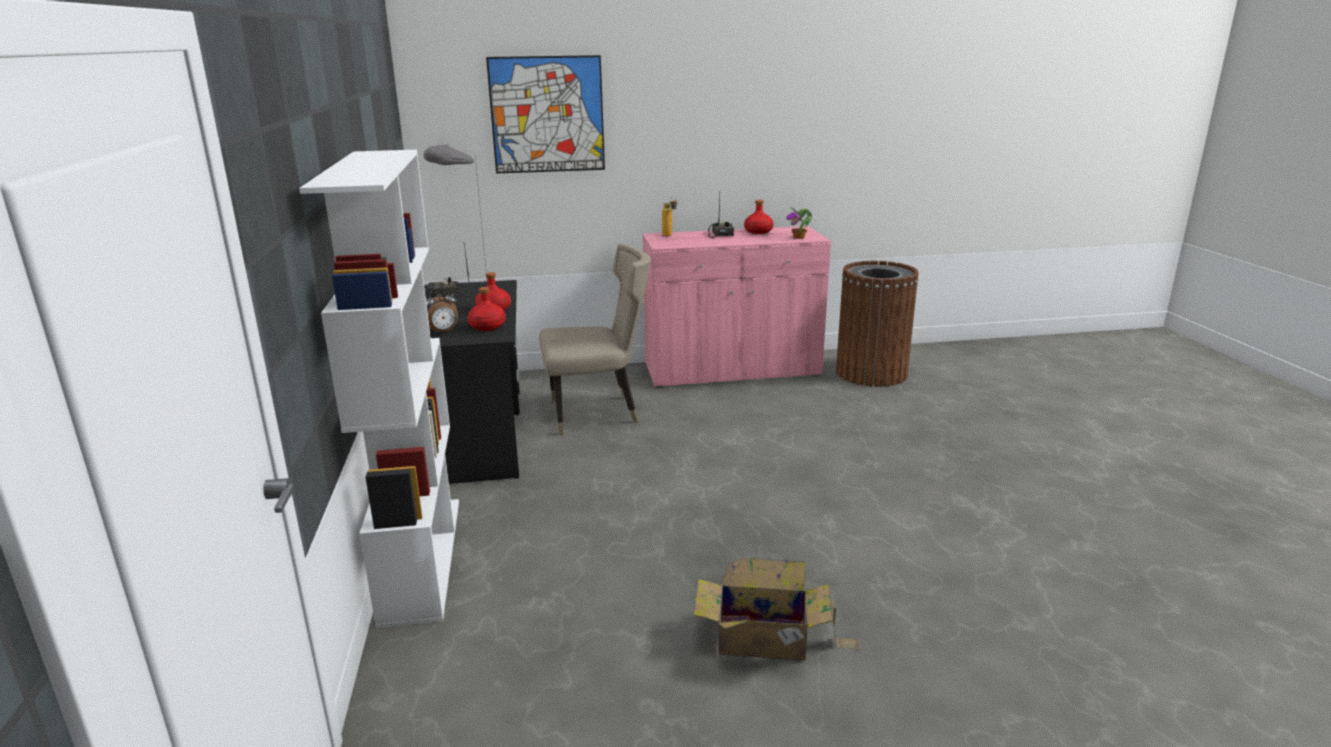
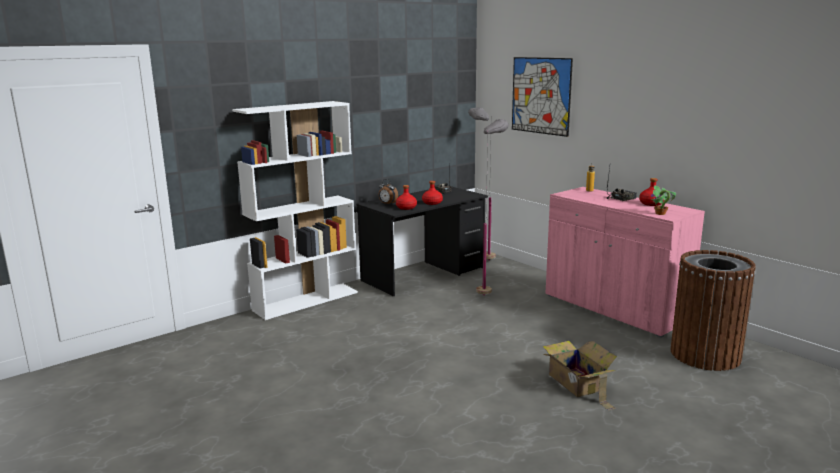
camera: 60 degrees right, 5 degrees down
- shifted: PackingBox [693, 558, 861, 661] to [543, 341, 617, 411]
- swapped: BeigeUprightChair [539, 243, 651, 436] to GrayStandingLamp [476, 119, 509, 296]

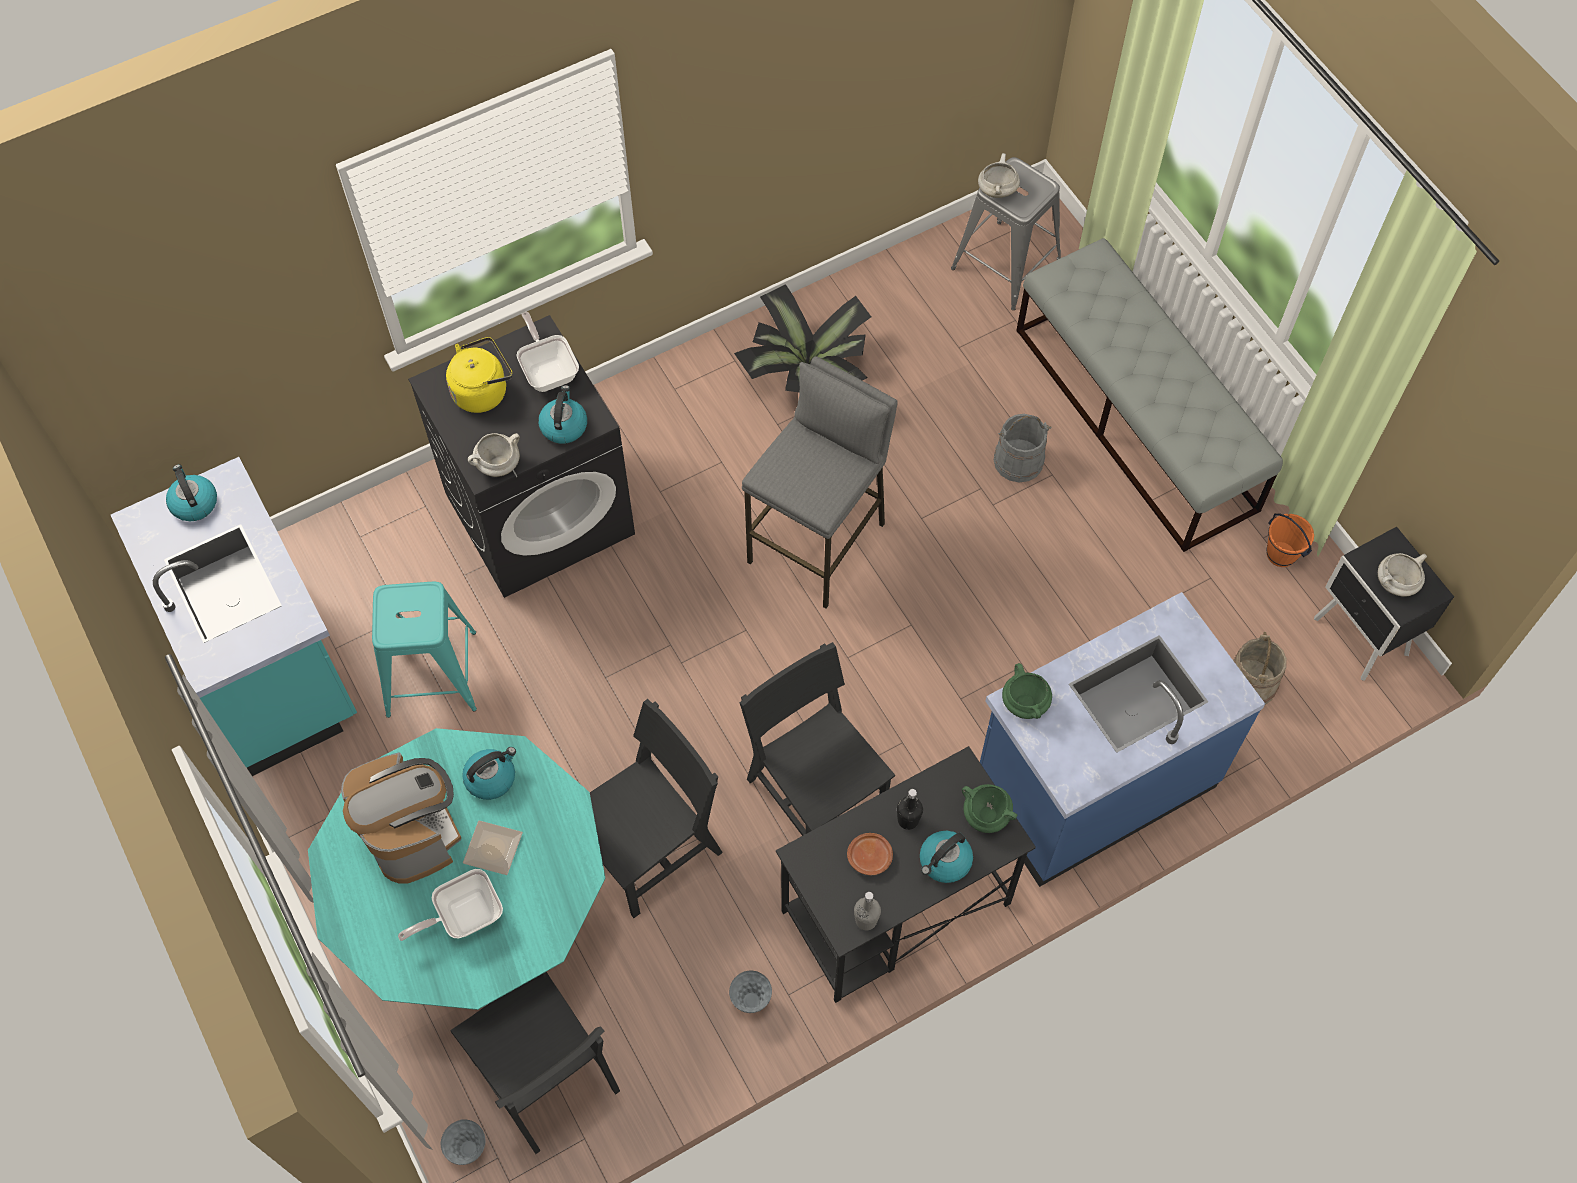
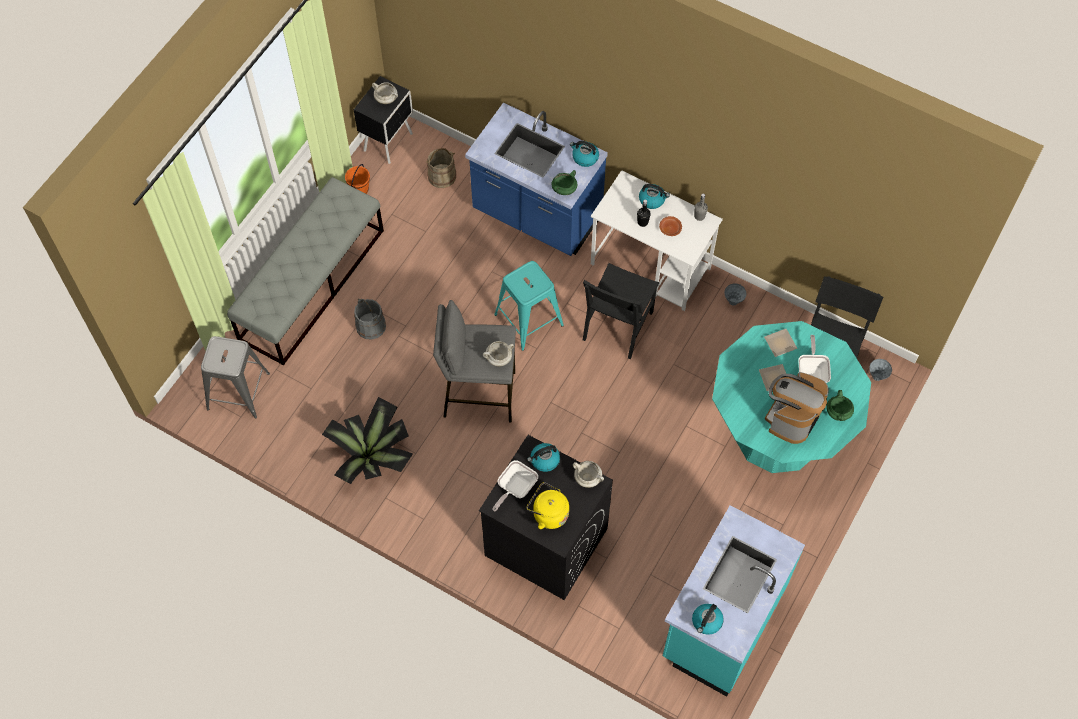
camera: 120 degrees left, 0 degrees up
- gone: BlackishUprightChair [590, 699, 723, 918]
- new: FlatDish [764, 329, 797, 357]
- shifted: BlueGreenStool [372, 582, 477, 718] to [494, 261, 564, 351]
- shifted: TeaKettle [462, 747, 516, 800] to [570, 141, 599, 167]
- shifted: GreenColouredCookingPot [962, 784, 1017, 833] to [826, 390, 854, 421]
- shifted: WhitishCookingPot [978, 153, 1020, 198] to [483, 341, 514, 367]
- repainted: BlackishDeskTable [776, 746, 1036, 1003] to WhitishDeskTable [591, 170, 723, 311]
- rotated: Skillet [398, 869, 503, 941] = [798, 335, 831, 383] 120 degrees counterclockwise

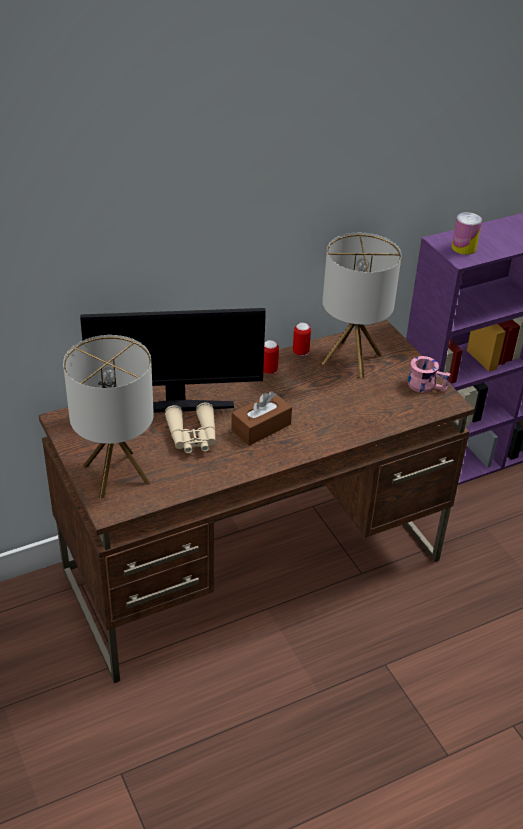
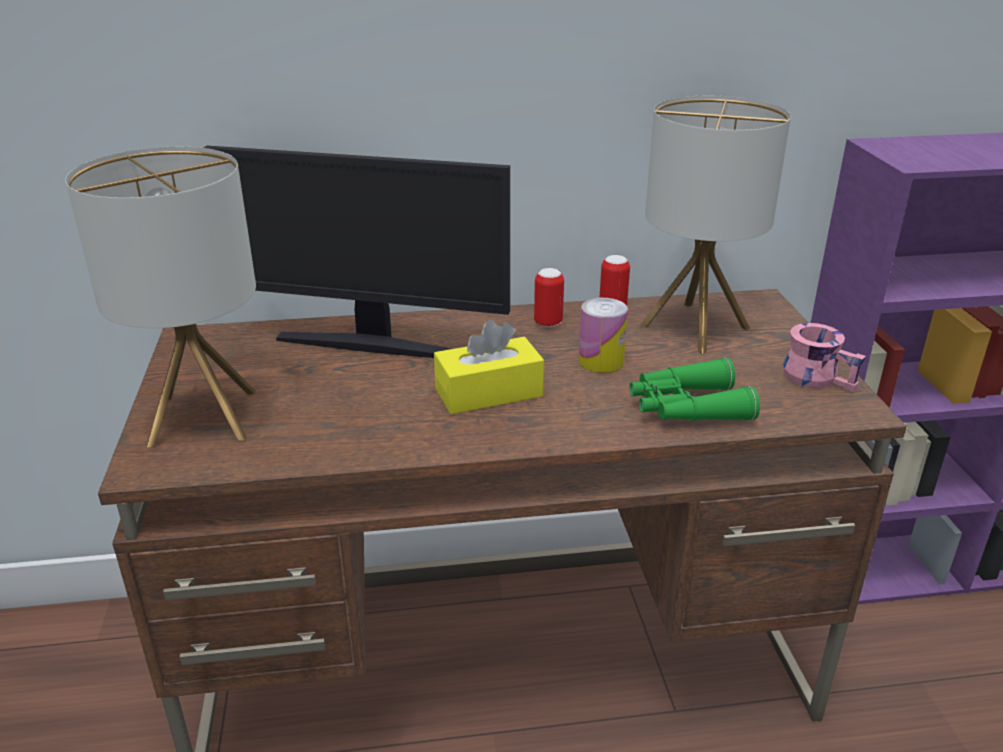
camera: 20 degrees right, 10 degrees down
- gone: BeigePairOfBinoculars [164, 403, 216, 453]
- new: GreenColouredPairOfBinoculars [630, 358, 760, 421]
- shifted: SealedCan [452, 212, 482, 255] to [579, 298, 628, 373]
- repainted: BrownishBoxOfTissues [231, 391, 292, 446] to YellowBoxOfTissues [434, 320, 544, 414]

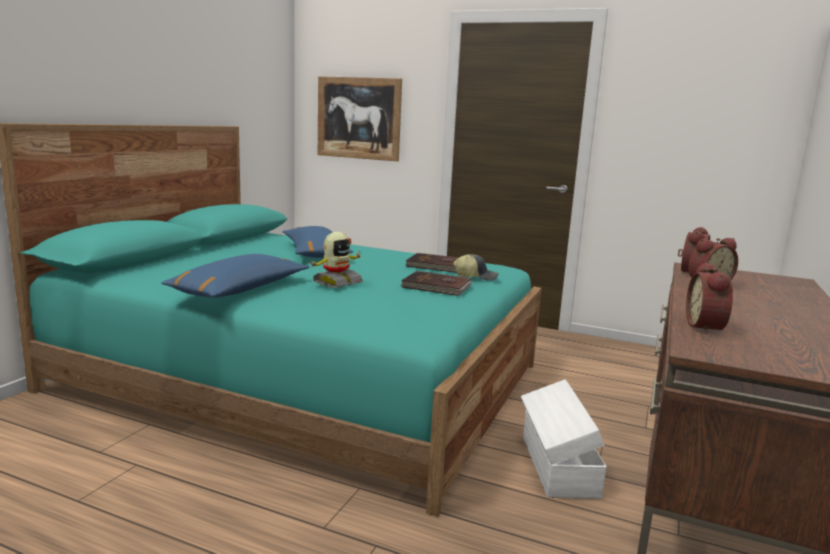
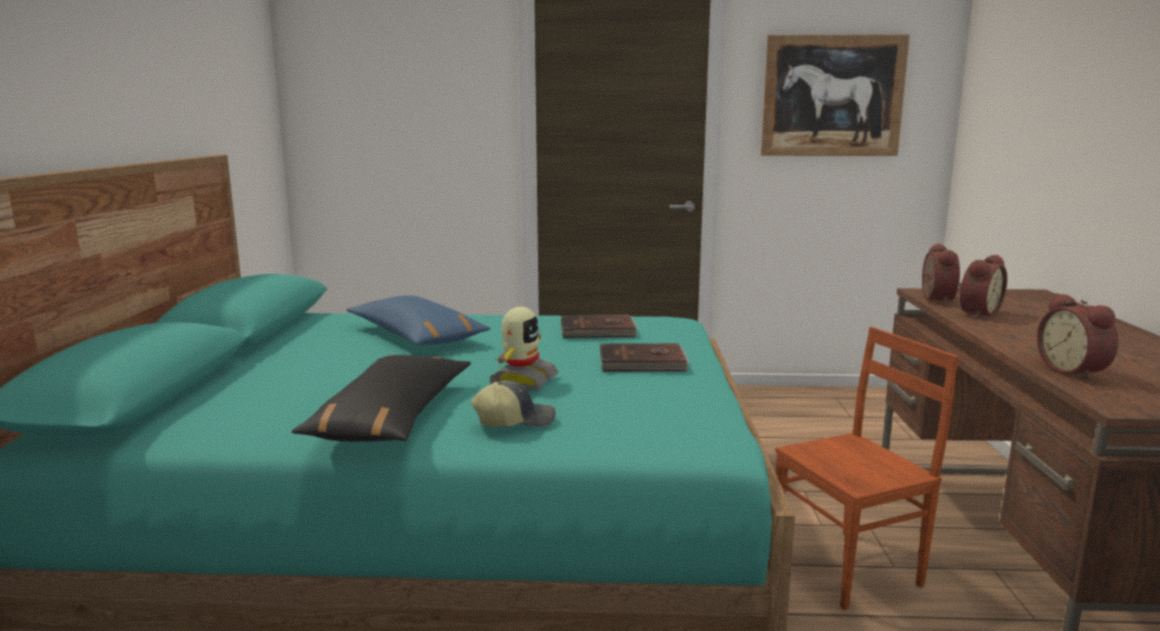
camera: 20 degrees left, 0 degrees up
- shifted: Picture [318, 76, 402, 161] to [761, 34, 910, 156]
- shifted: PeakedCap [454, 254, 499, 281] to [471, 380, 556, 427]
- swapped: WhitishStorageContainer [521, 379, 607, 499] to BrownishUprightChair [775, 327, 959, 610]
- repainted: BluishCushion [161, 254, 309, 297] to BlackishCushion [291, 355, 471, 442]

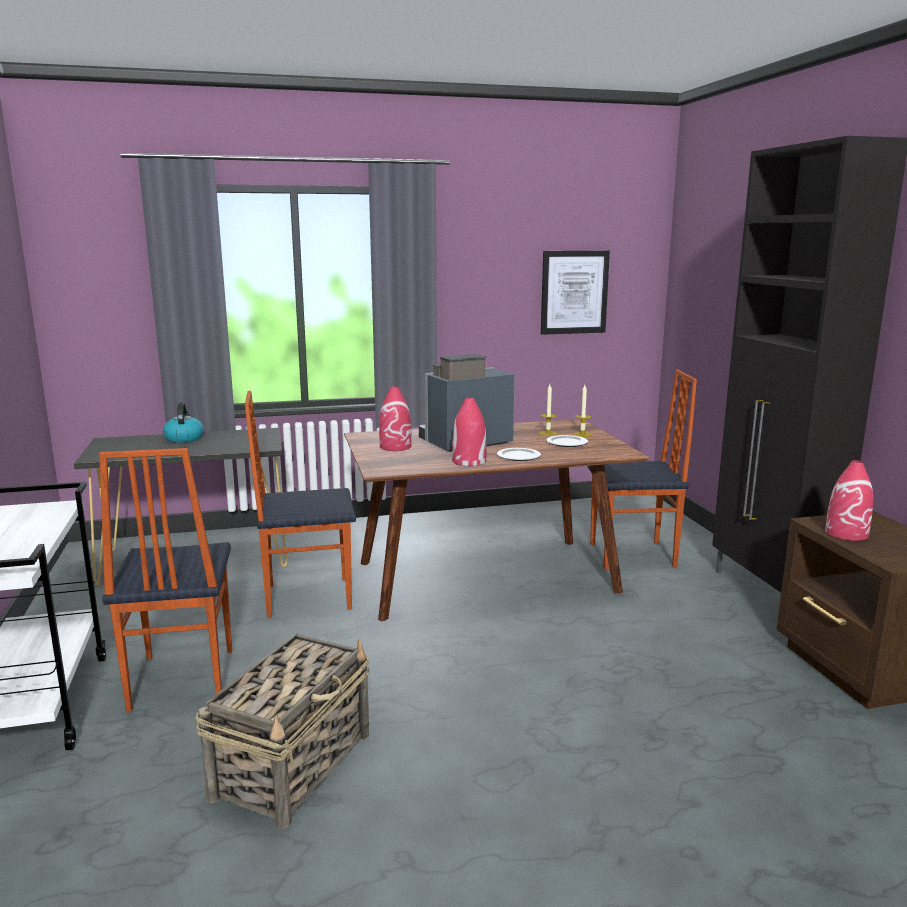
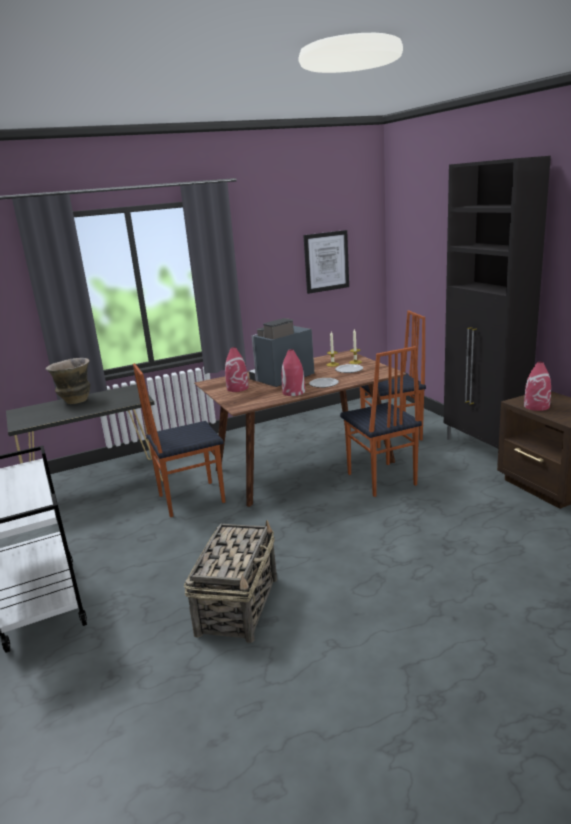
camera: 10 degrees left, 5 degrees up
- shifted: UprightChair [99, 448, 232, 712] to [340, 346, 422, 497]
- swapped: TeaKettle [163, 402, 204, 443] to FlowerVase [46, 358, 90, 404]

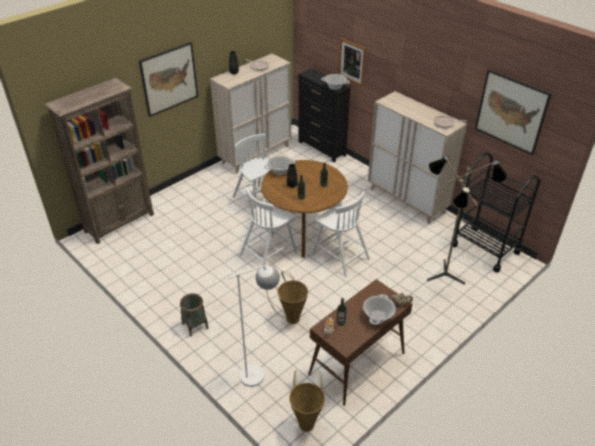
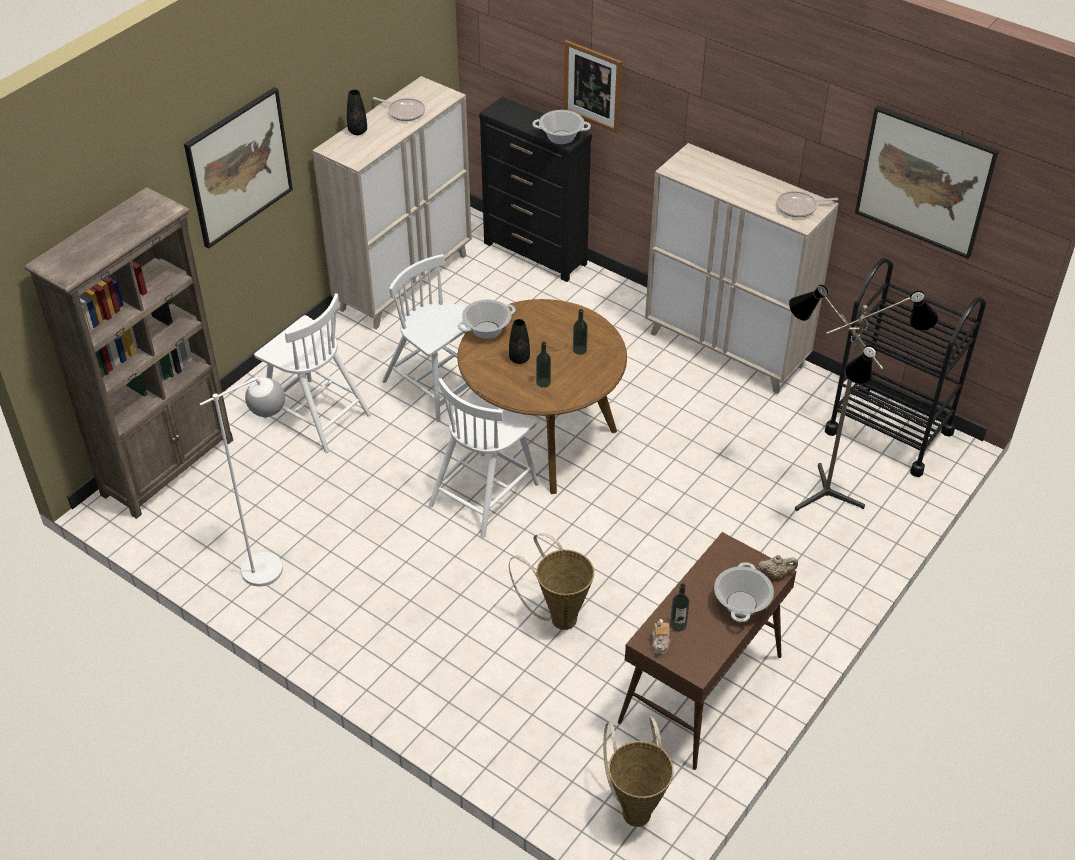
camera: 10 degrees left, 5 degrees up
- gone: StorageBasket [180, 293, 209, 337]
- shifted: WhitishStandingLamp [228, 265, 280, 387] to [200, 377, 285, 586]
- shifted: WhitishUprightChair [312, 191, 370, 277] to [254, 293, 371, 453]

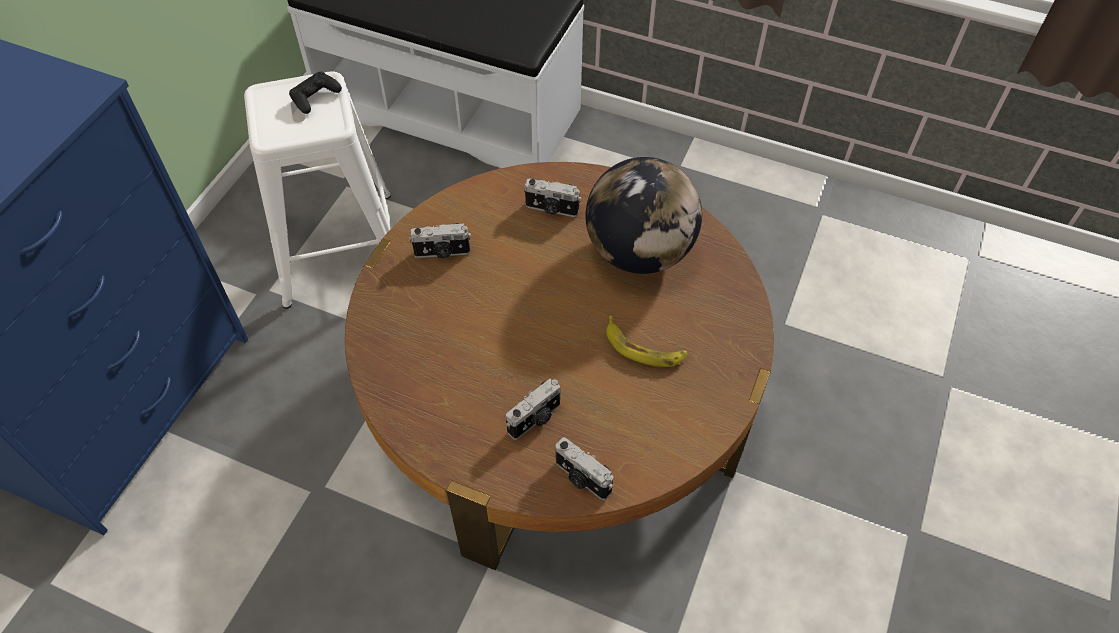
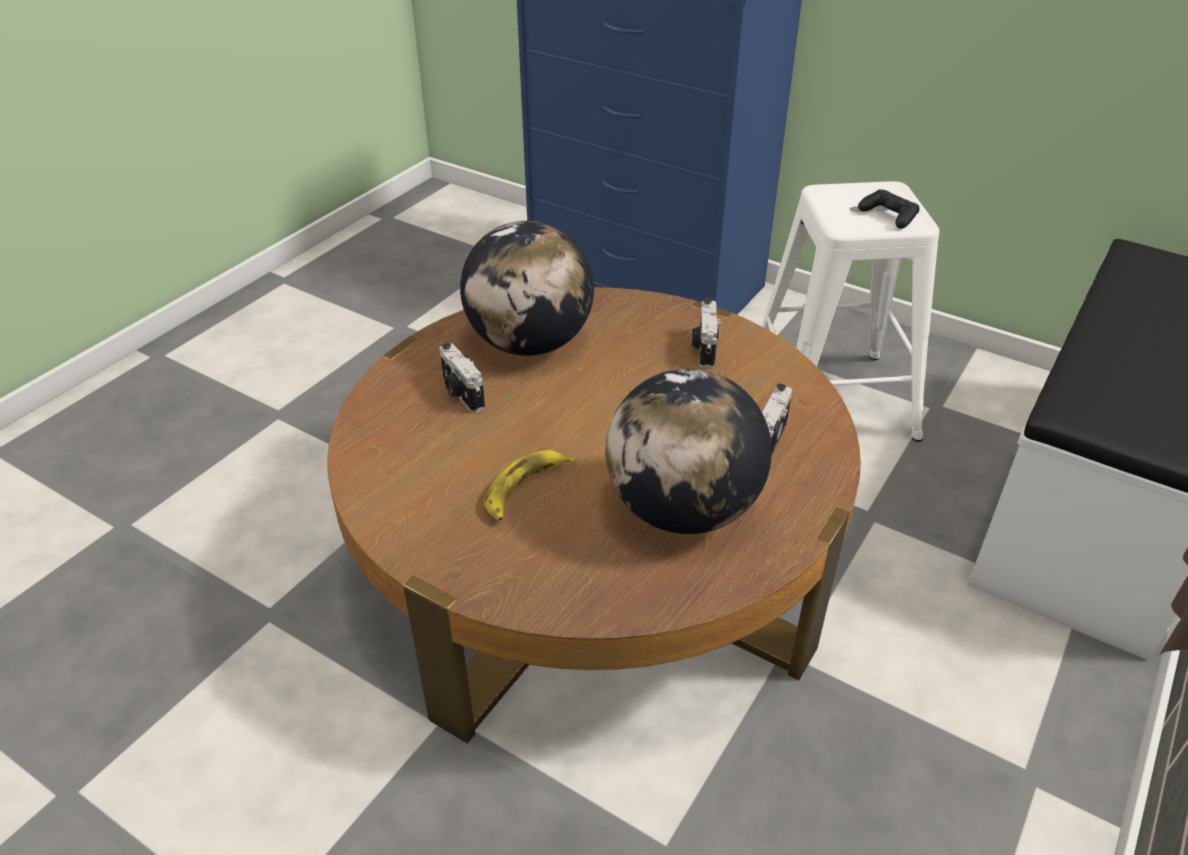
camera: 100 degrees right, 15 degrees down
- gone: PhotoCamera [555, 437, 613, 500]
- new: Globe [460, 221, 594, 356]

